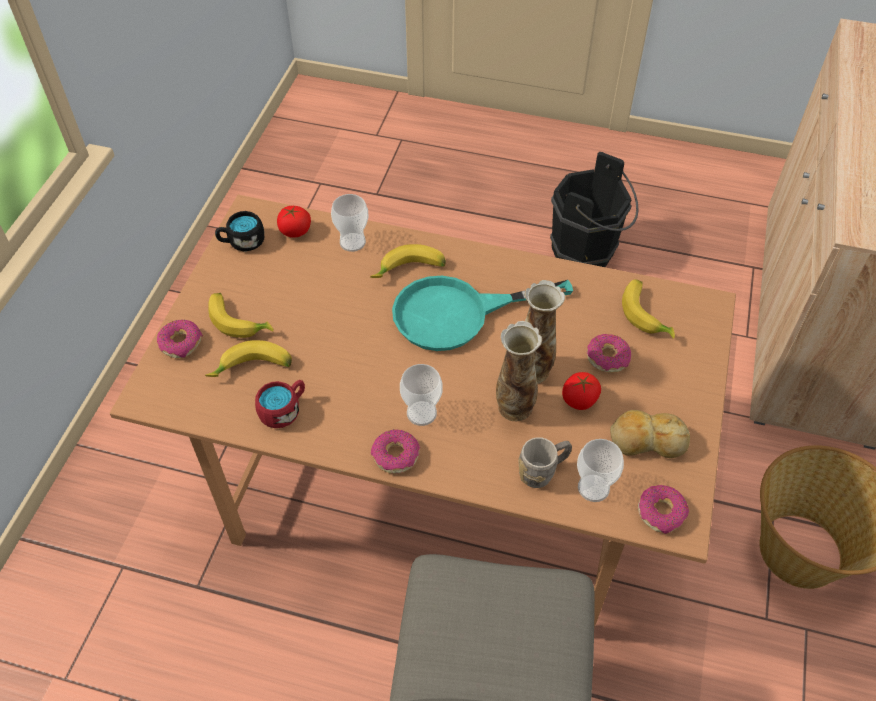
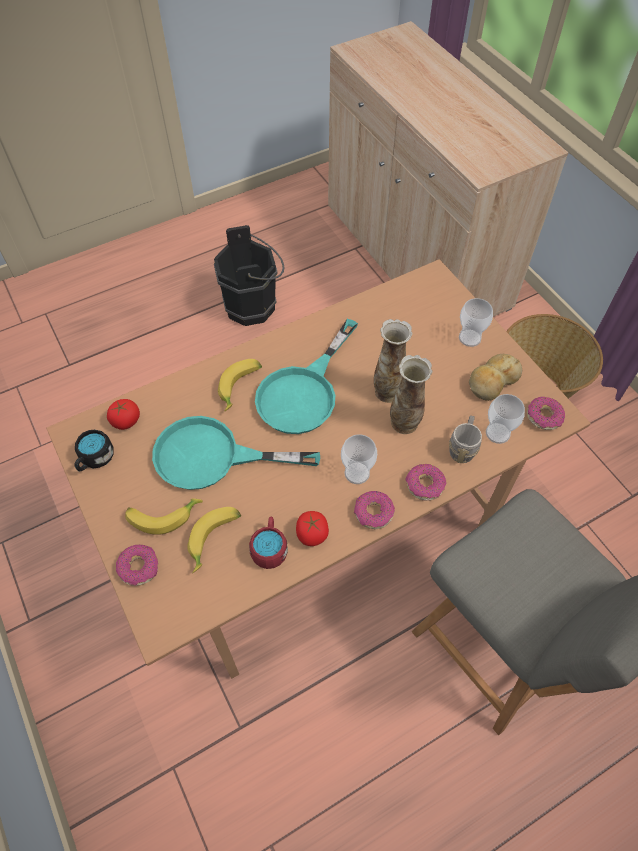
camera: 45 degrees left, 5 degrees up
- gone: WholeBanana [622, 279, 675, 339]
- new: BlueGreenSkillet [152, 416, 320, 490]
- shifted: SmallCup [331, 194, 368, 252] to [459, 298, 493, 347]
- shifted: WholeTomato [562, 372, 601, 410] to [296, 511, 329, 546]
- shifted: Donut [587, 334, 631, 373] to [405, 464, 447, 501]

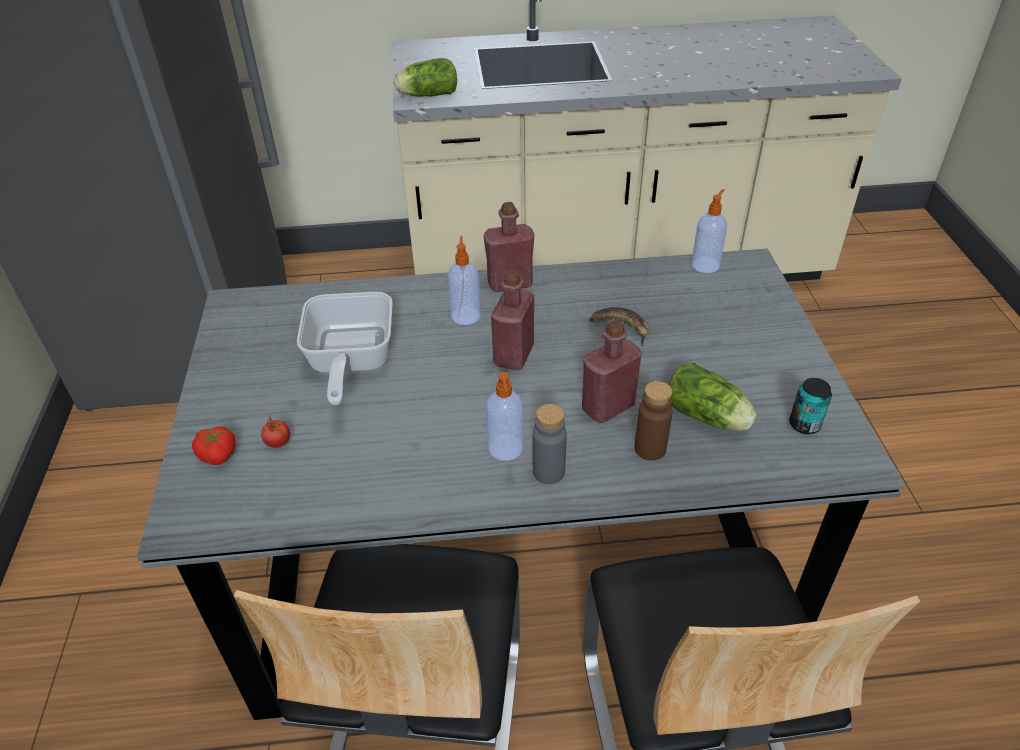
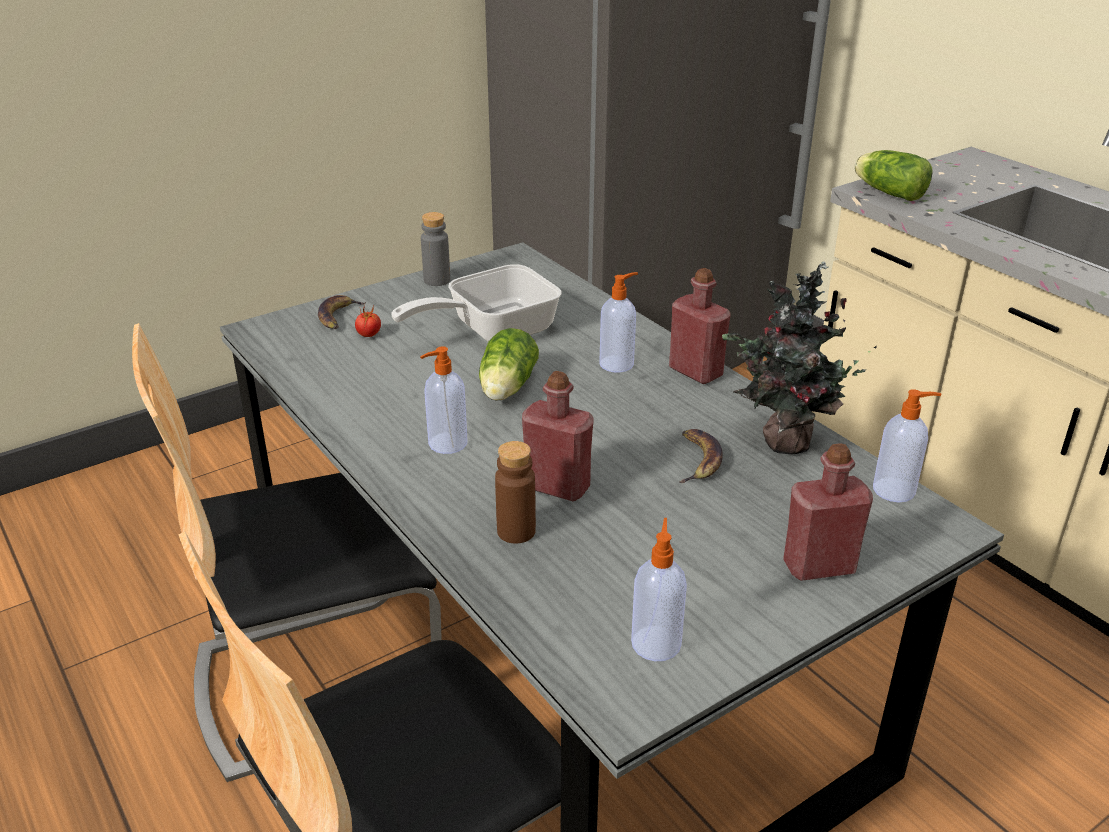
camera: 60 degrees right, 10 degrees down
- new: Houseplant [722, 262, 877, 454]
- shifted: RedBeverageBottle [491, 270, 534, 370] to [783, 443, 873, 581]
- shifted: GrayBeverageBottle [533, 404, 567, 484] to [421, 212, 450, 286]
- shifted: Lettuce [669, 363, 757, 431] to [479, 328, 539, 401]
- swapped: WholeTomato [192, 426, 236, 465] to WholeBanana [318, 295, 366, 329]
- swapped: SealedCan [789, 378, 832, 434] to LiquidSoapBottle [631, 518, 687, 661]

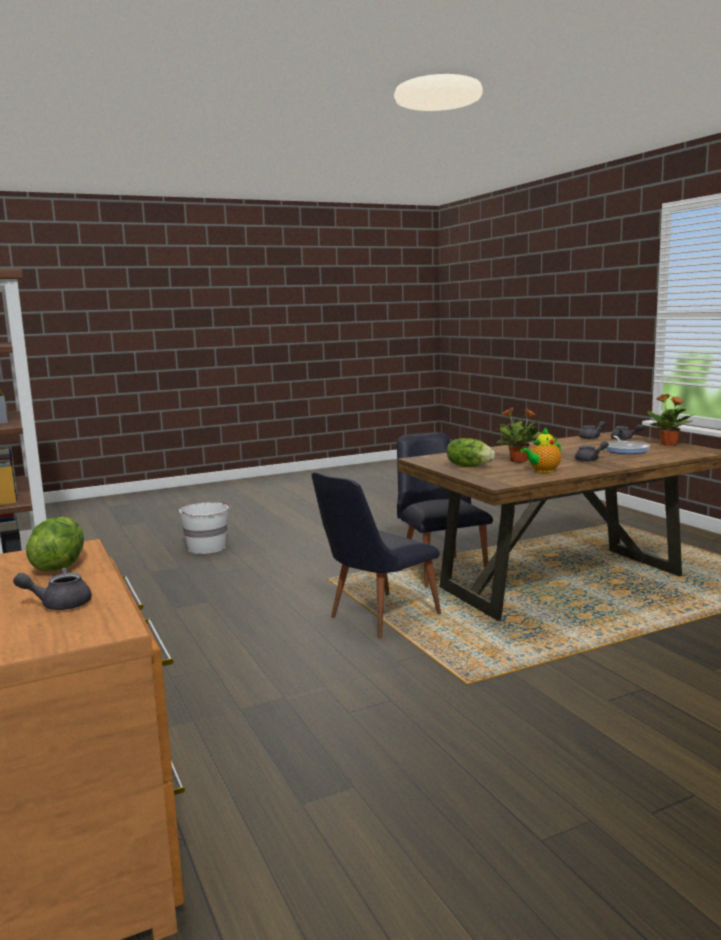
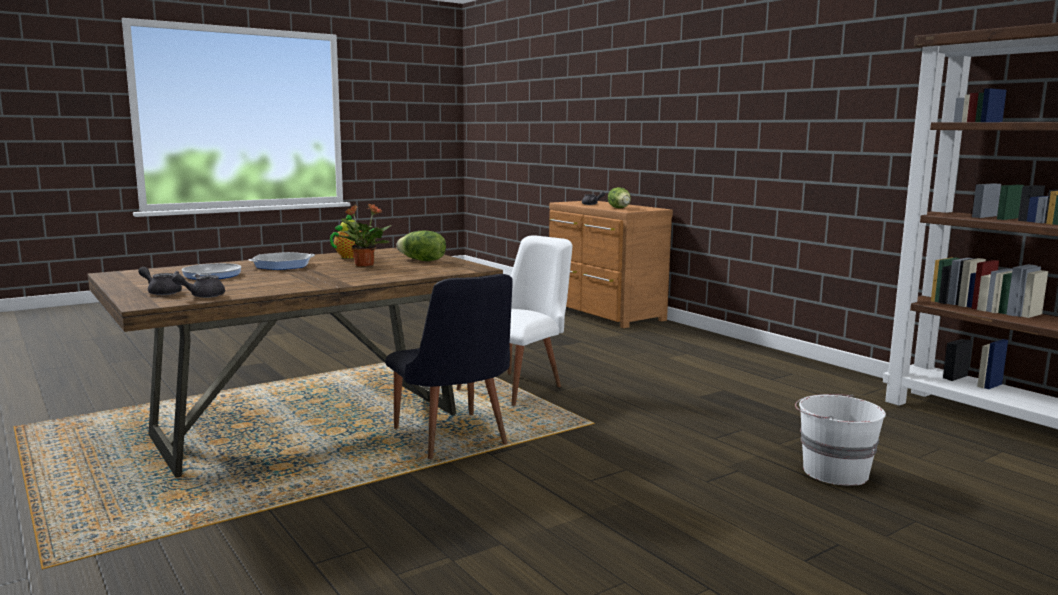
camera: 170 degrees right, 0 degrees up
- gone: Houseplant [647, 394, 695, 446]
- swapped: GrayPotForTea [575, 441, 609, 462] to Skillet [249, 252, 315, 270]
- repainted: BlackishUprightChair [311, 472, 441, 638] to WhitishUprightChair [456, 235, 573, 406]

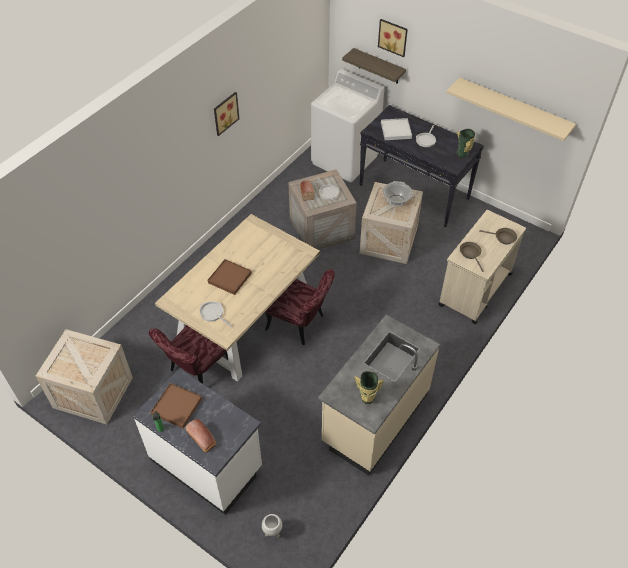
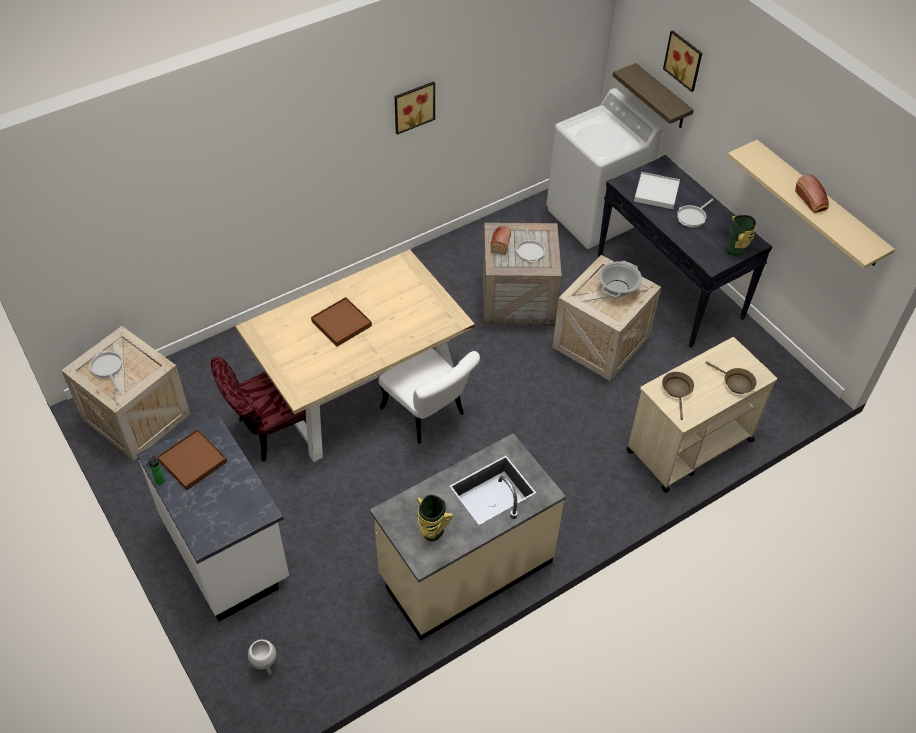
camera: 20 degrees right, 0 degrees up
- shifted: BakeryBread [186, 419, 216, 453] to [795, 174, 829, 213]
- shifted: Skillet [200, 301, 232, 327] to [89, 350, 122, 392]
- repainted: RedUprightChair [265, 269, 335, 345] to WhitishUprightChair [379, 348, 480, 443]

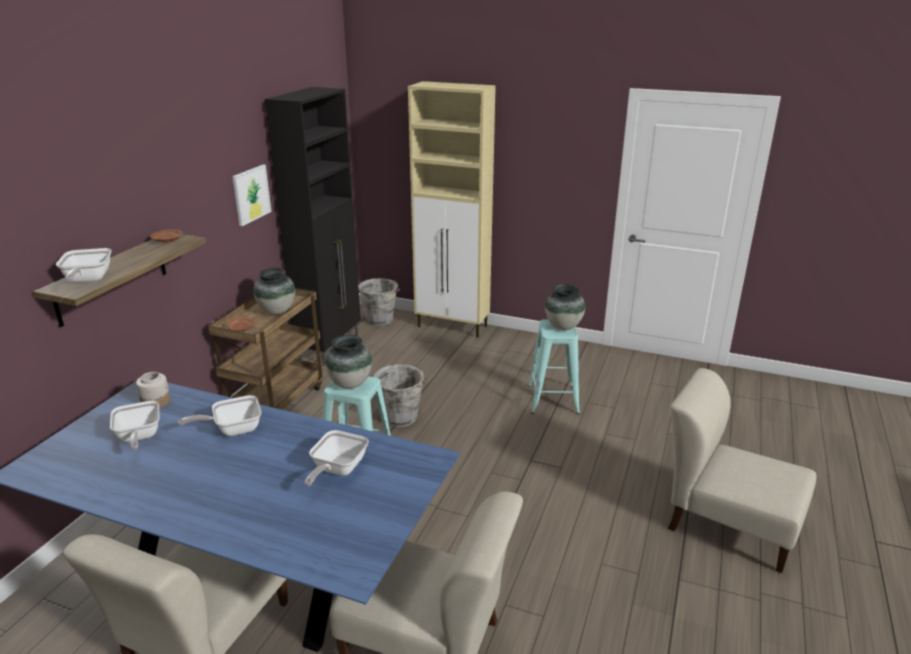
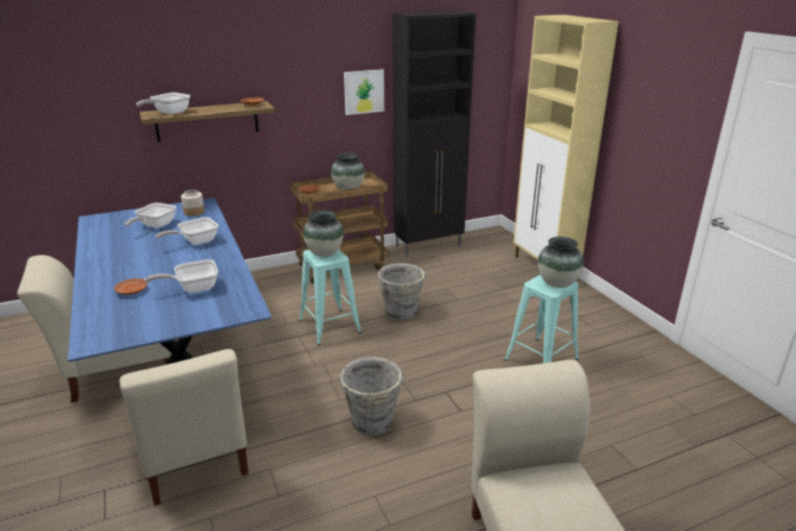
camera: 45 degrees right, 0 degrees up
- new: BrownishFlatDish [114, 278, 147, 295]
- shifted: GrayBucket [358, 278, 400, 326] to [339, 357, 405, 435]
- rotated: Skillet [178, 395, 261, 436] = [155, 217, 218, 245] 60 degrees counterclockwise

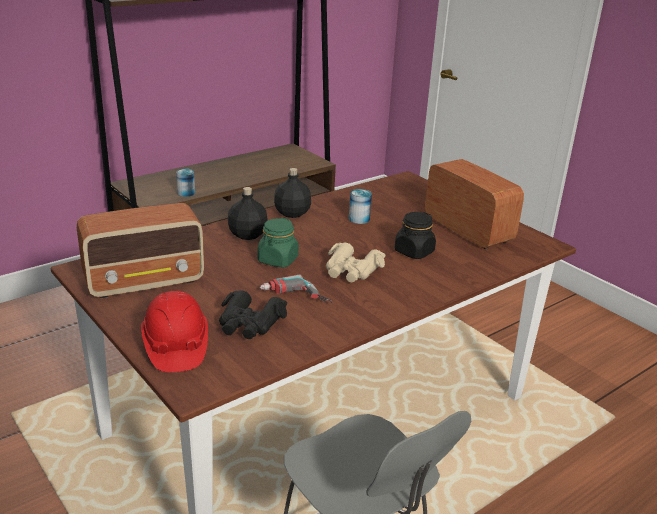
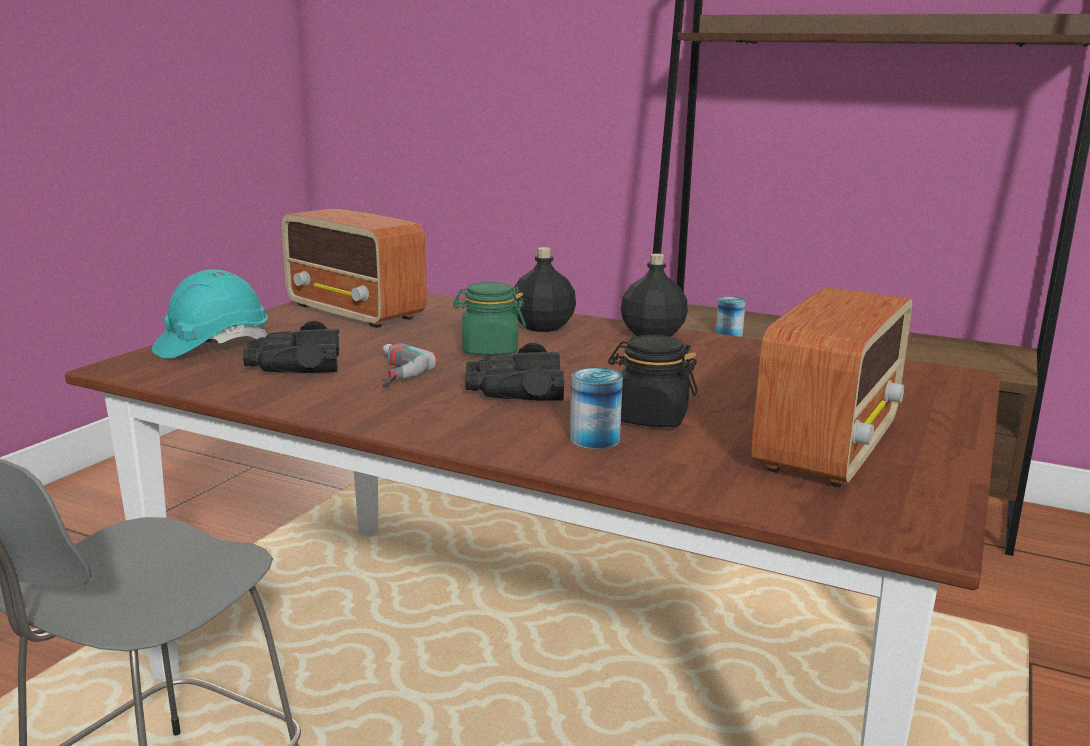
camera: 65 degrees right, 10 degrees down
- shifted: SealedCan [349, 189, 372, 224] to [569, 367, 623, 449]
- repainted: RedHardHat [141, 291, 208, 373] to BlueGreenHardHat [152, 269, 268, 359]
- repainted: BeigePairOfBinoculars [326, 243, 386, 282] to BlackishPairOfBinoculars [465, 343, 565, 401]

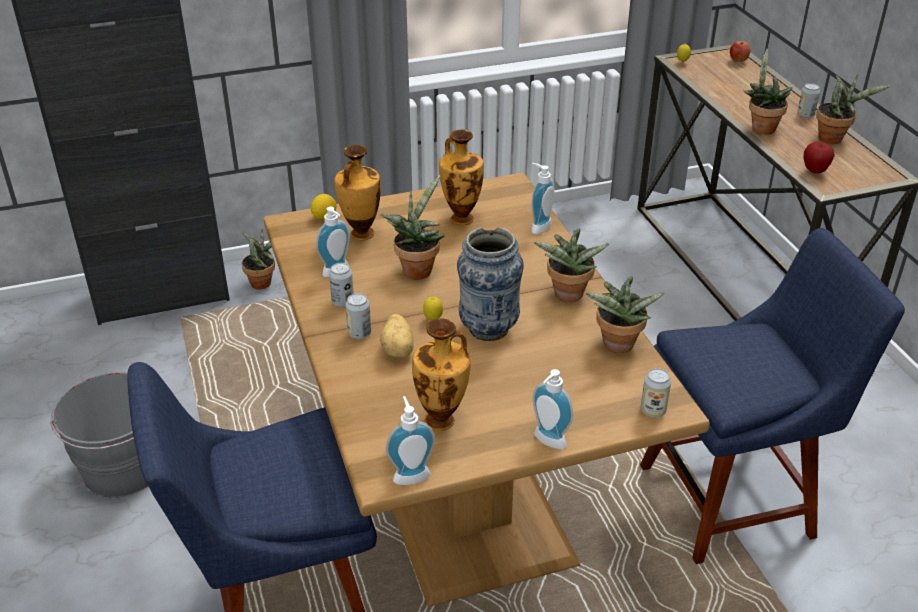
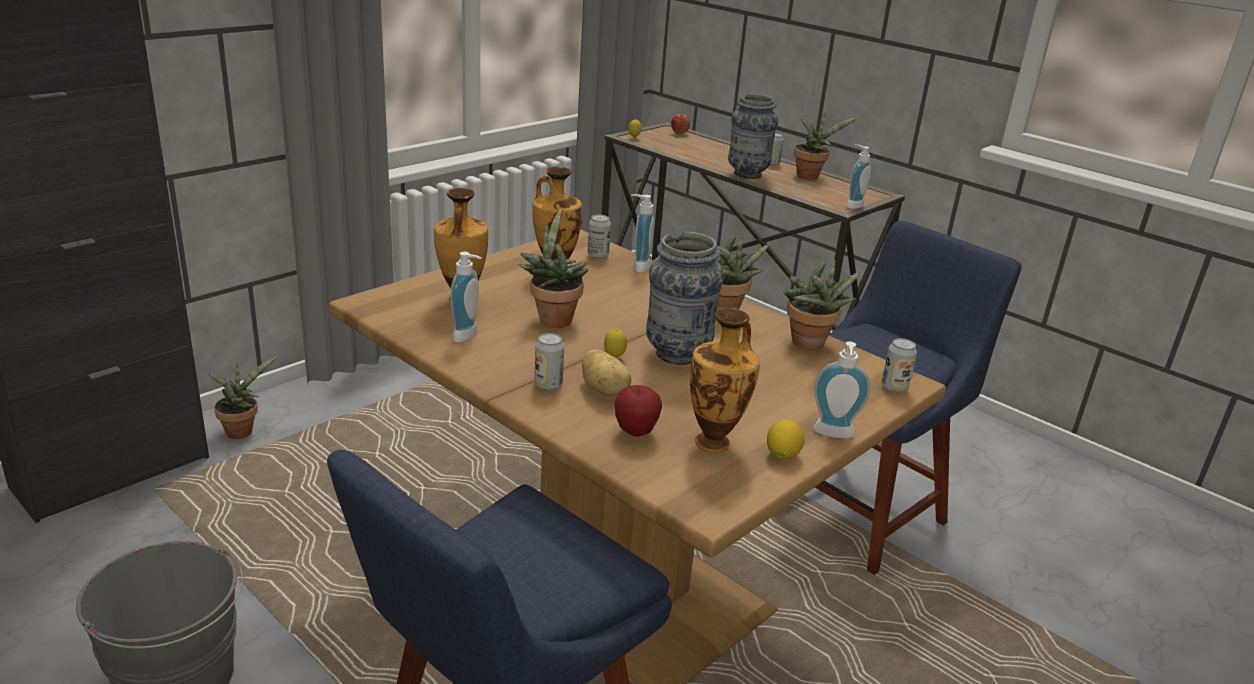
camera: 30 degrees left, 10 degrees down
- shifted: CitrusFruit [311, 194, 337, 220] to [767, 419, 805, 460]
- shifted: SealedCan [329, 263, 354, 307] to [588, 215, 611, 258]
- shifted: LiquidSoapBottle [386, 396, 435, 485] to [846, 144, 871, 209]
- shifted: AppleFruit [804, 142, 835, 174] to [615, 385, 662, 437]
- swapped: Houseplant [744, 49, 793, 134] to FlowerVase [728, 94, 778, 179]

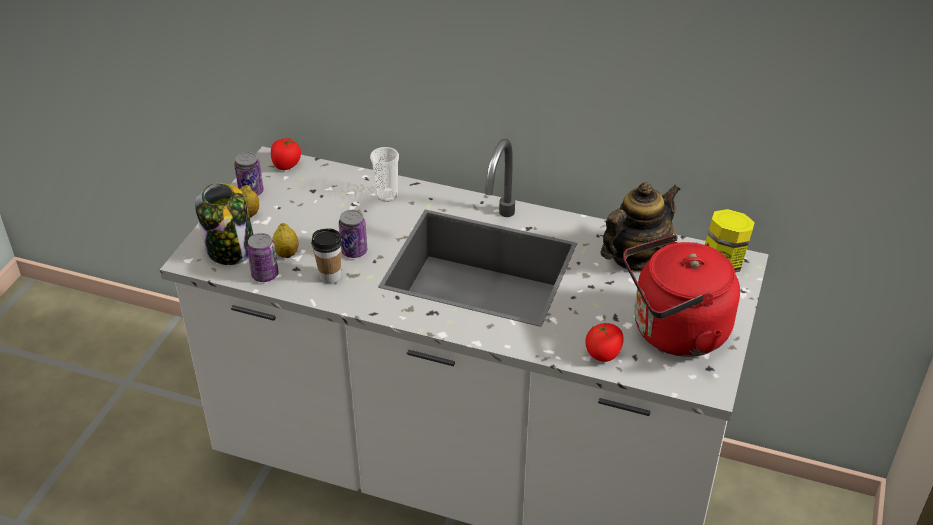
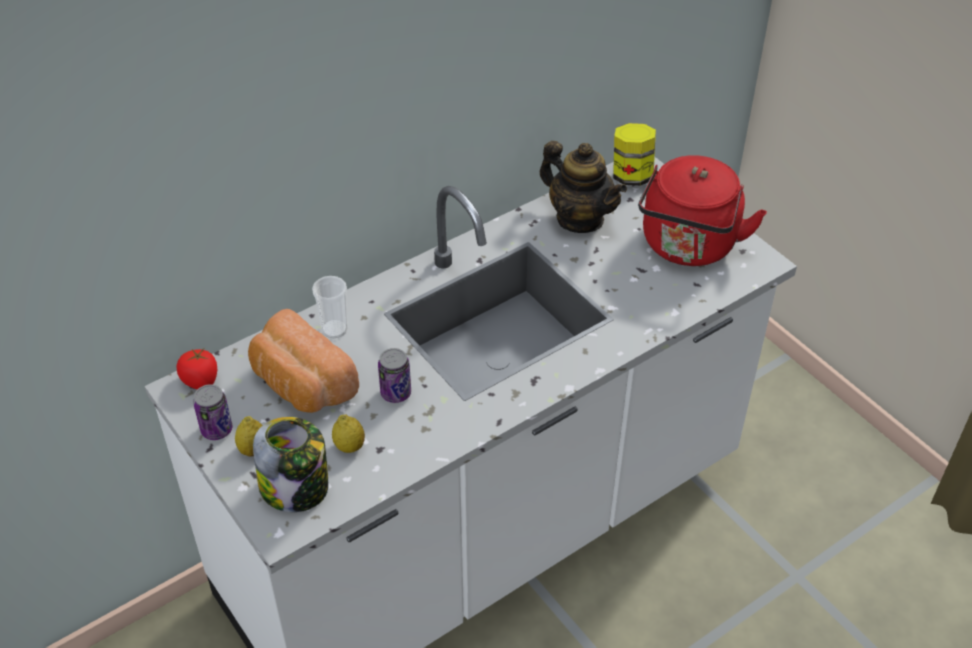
camera: 55 degrees left, 5 degrees up
- gone: SealedCan [247, 233, 278, 282]
- gone: SmallCup [311, 228, 342, 283]
- gone: WholeTomato [585, 323, 624, 362]
- new: BakeryBread [248, 309, 359, 413]
- rotated: PotForTea [601, 182, 681, 271] = [540, 141, 627, 233] 135 degrees clockwise

